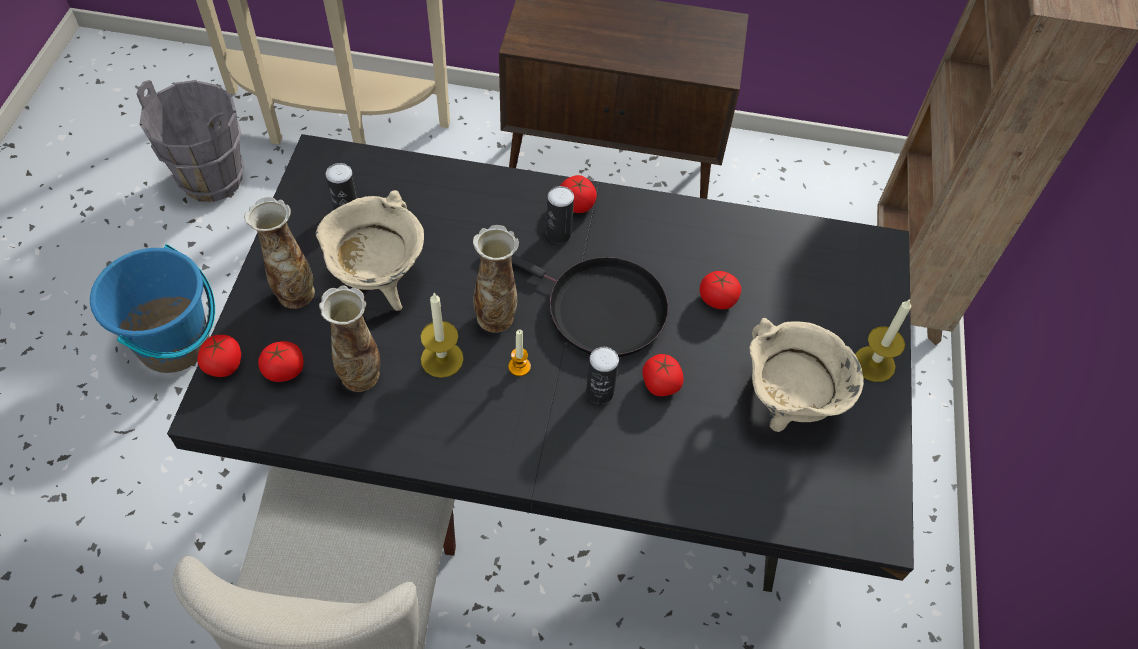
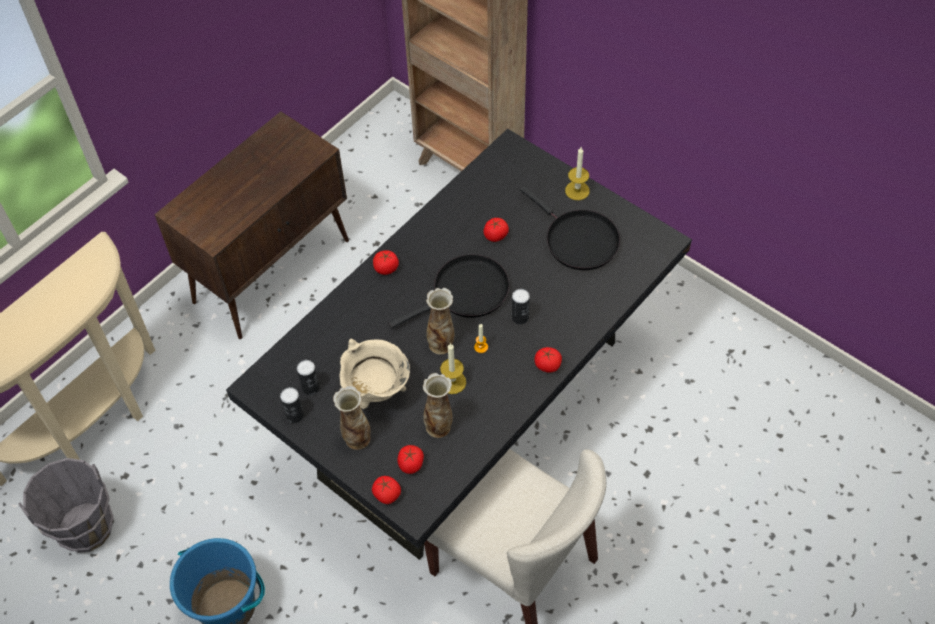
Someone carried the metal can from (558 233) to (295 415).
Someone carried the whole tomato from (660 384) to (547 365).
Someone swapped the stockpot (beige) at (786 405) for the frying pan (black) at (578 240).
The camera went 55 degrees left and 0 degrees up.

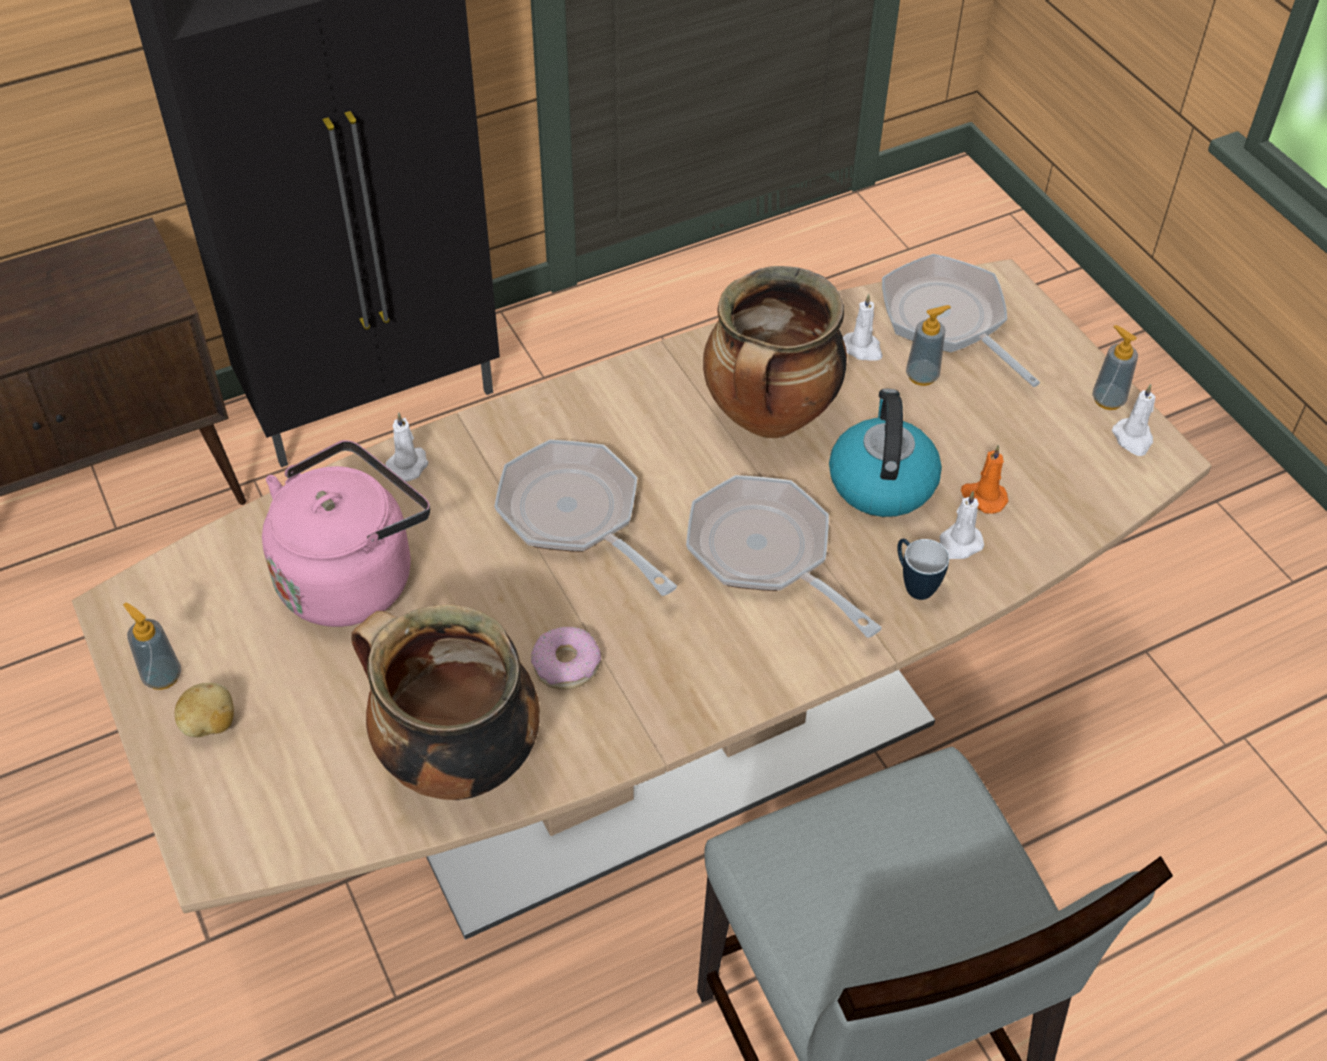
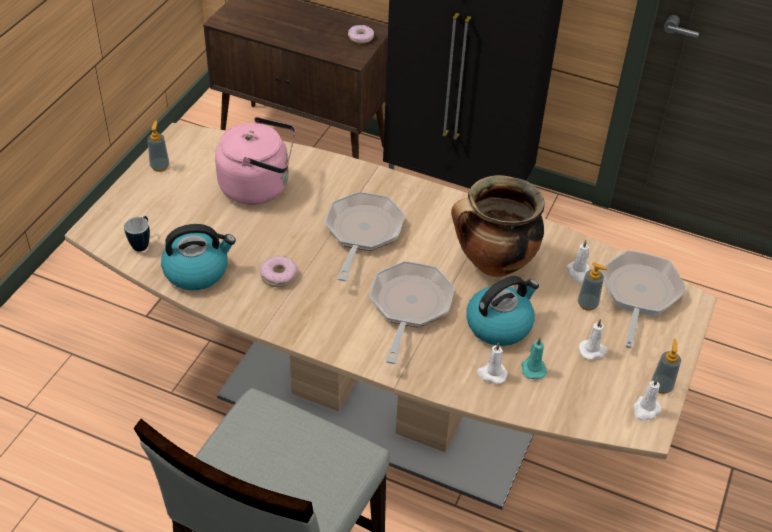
Someone took away the potato at (210 725).
Someone put down the donut at (360 38).
Someone carried the wax light (whitish) from (408 465) to (593 351).
Someone carried the coffee mug from (913 584) to (142 243).
Someone swapped the stockpot at (456 762) for the tea kettle at (197 271).
Someone repainted the wax light (orange) at (983 497), which became the wax light (blue-green) at (533 368).
The camera went 50 degrees right and 5 degrees down.

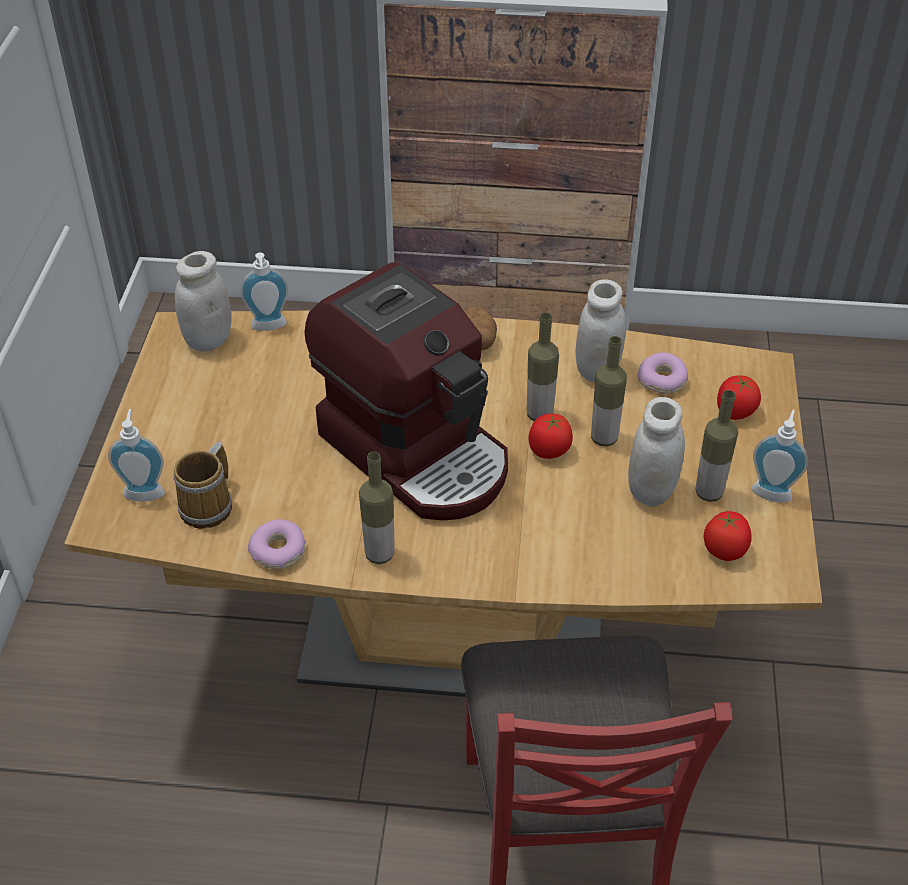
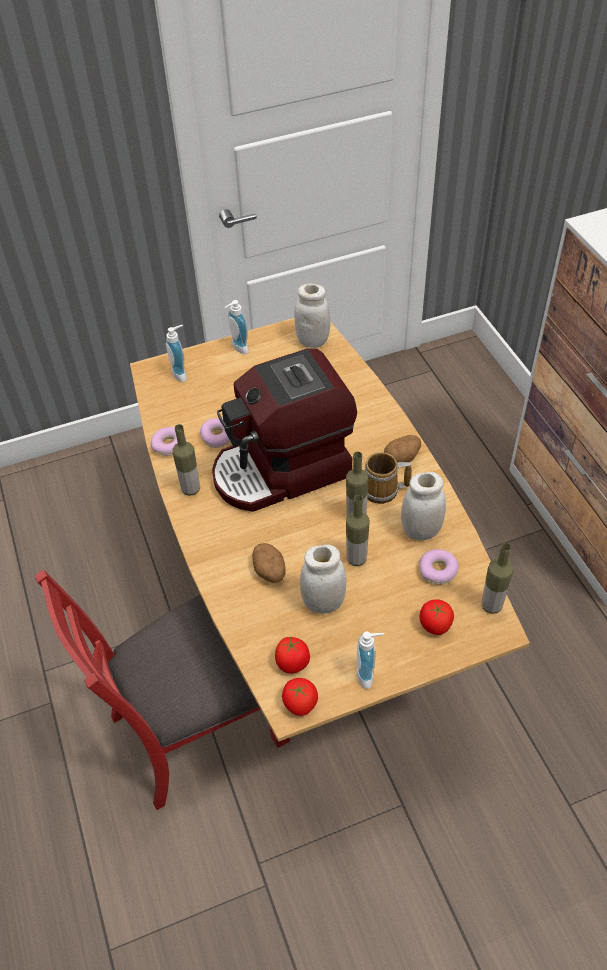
Someone put down the donut at (217 436).
Someone put down the potato at (270 572).
Someone carried the coffee mug from (209 506) to (383 490).
Someone carried the soap dispenser from (269 327) to (237 348).
Someone carried the whole tomato from (549 451) to (300 704).
Someone carried the bottle from (709 493) to (491 605).
Someone rotated the coffee maker at (417 451) by 45 degrees clockwise.
The camera went 65 degrees right and 5 degrees up.

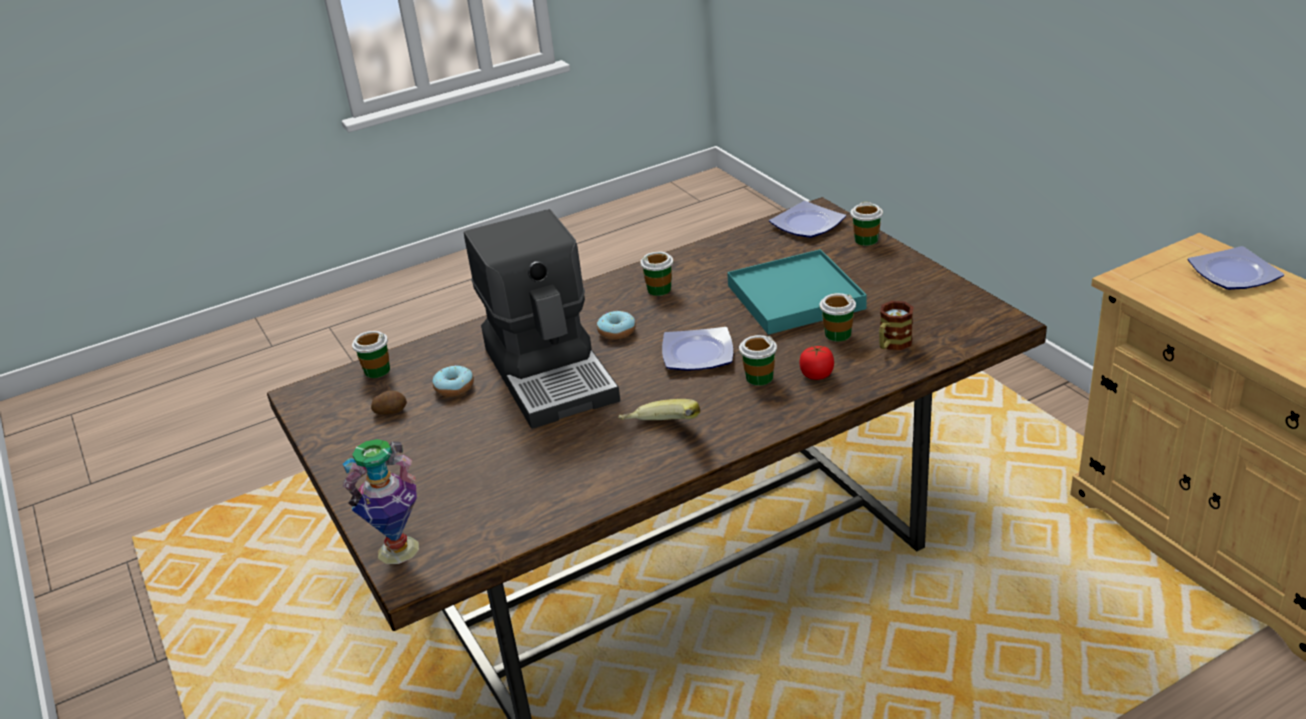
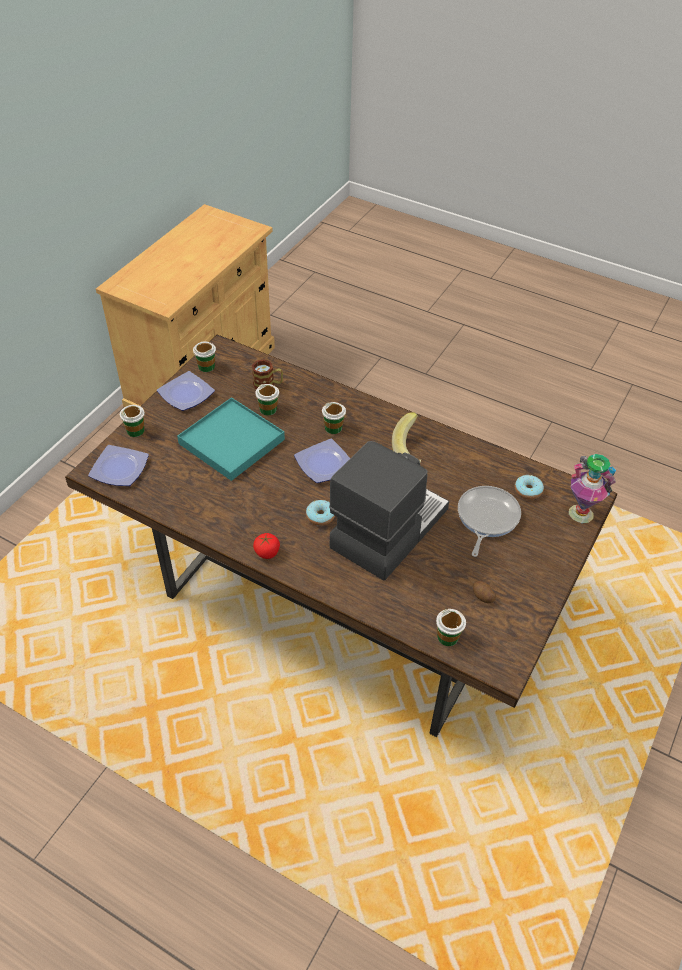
Someone put down the frying pan at (486 518).
Someone carried the donut from (454 388) to (528 491).
Someone carried the small cup from (659 289) to (206 366).
Someone carried the whole tomato from (817 375) to (267 552).
Someone carried the flat dish from (1233 275) to (187 394).
The camera went 125 degrees left and 15 degrees up.

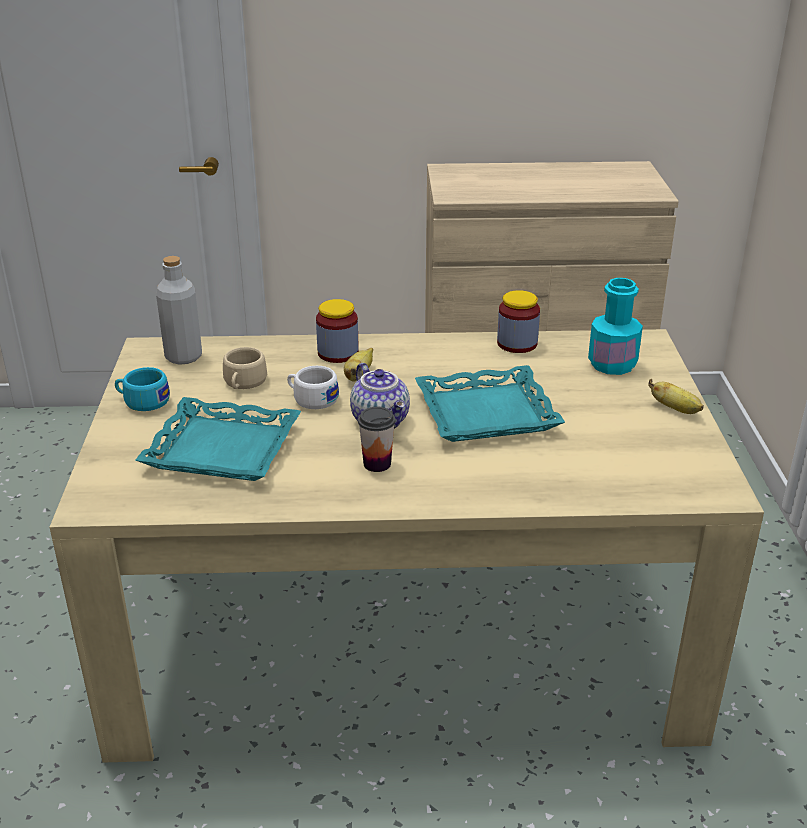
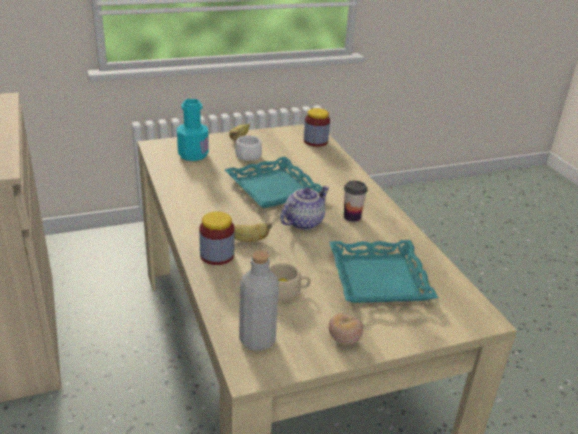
Someone carried the small cup (whitish) from (311 399) to (247 157).
Someone carried the storage jar from (517 344) to (315 141).
Someone swapped the small cup (blue-green) at (142 401) for the whole tomato at (344 340).
The camera went 110 degrees left and 0 degrees up.

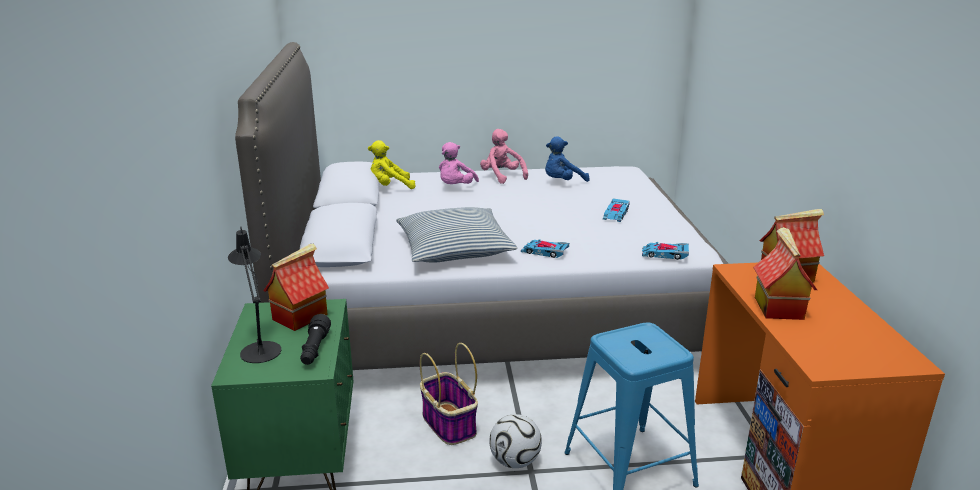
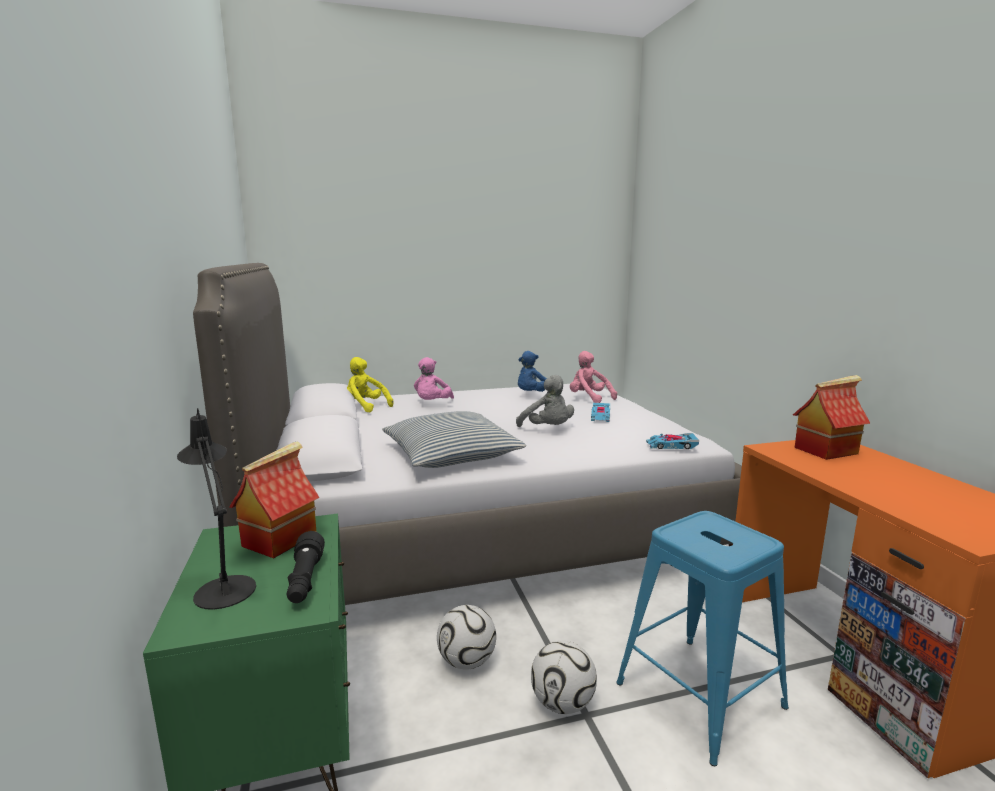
Someone took away the toy car at (544 252).
Someone took away the miniature house at (777 307).
Someone put down the soft toy (grey) at (548 429).
Someone carried the soft toy (pink) from (502 176) to (589 398).
Someone swapped the basket at (448 423) for the football ball at (466 661).
Someone rotated the soft toy (yellowish) at (389 187) by 60 degrees clockwise.
The camera went 10 degrees left and 10 degrees down.

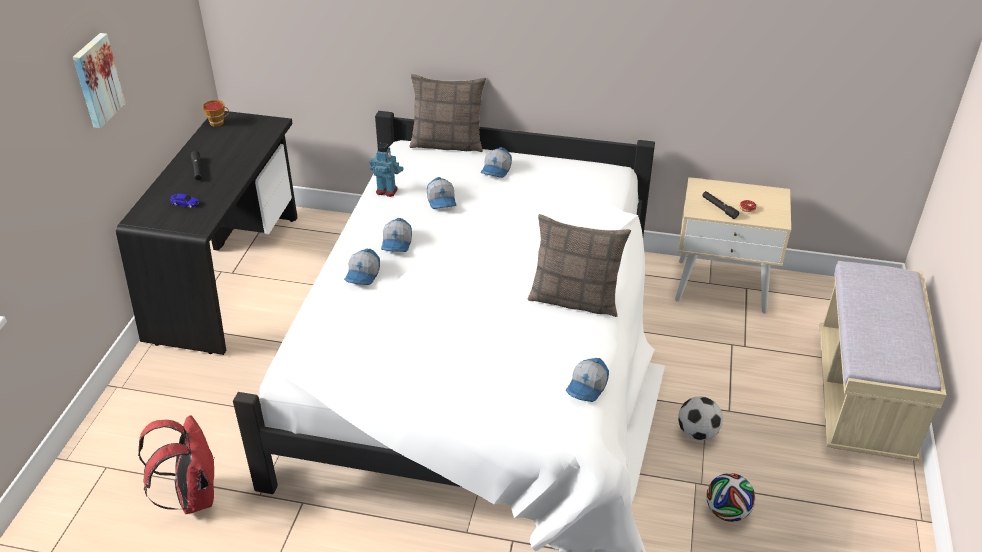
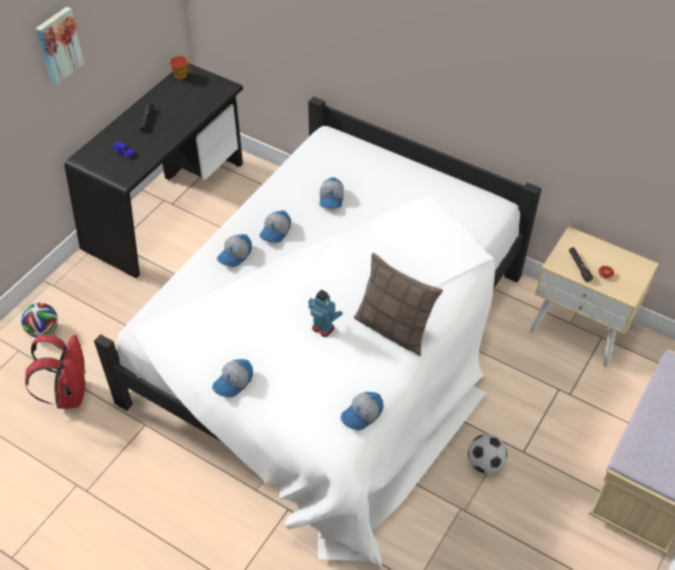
Someone took away the cushion at (447 143).
Someone carried the robot figure from (387 190) to (323 328).
Someone carried the peaked cap from (497 170) to (234 382).
Someone carried the football ball from (727 511) to (43 330).
The camera went 20 degrees right and 10 degrees up.

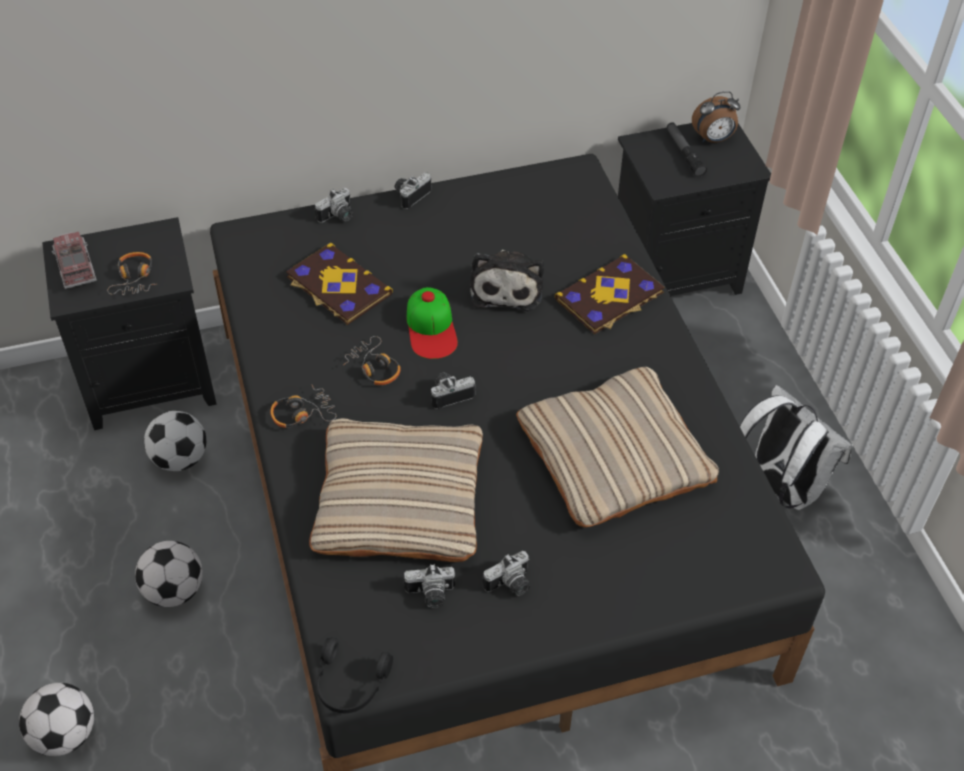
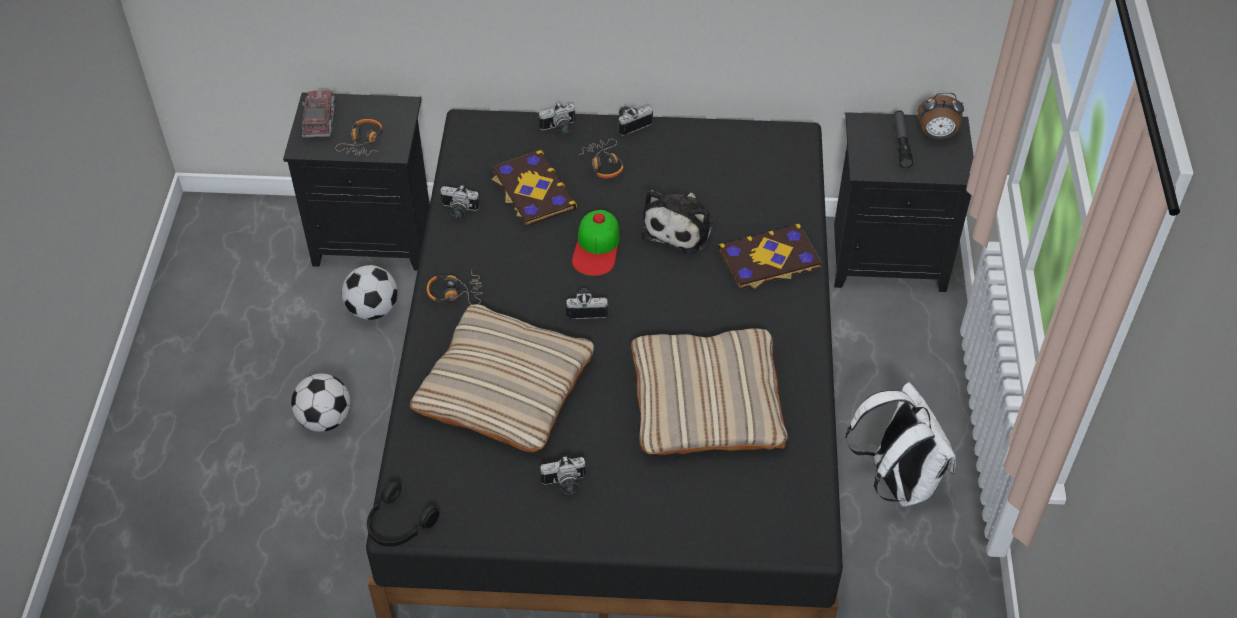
Someone took away the football ball at (65 734).
Someone carried the headset from (374 367) to (603 163).
Someone carried the still camera from (430 595) to (458 210).
The camera went 20 degrees right and 0 degrees up.

